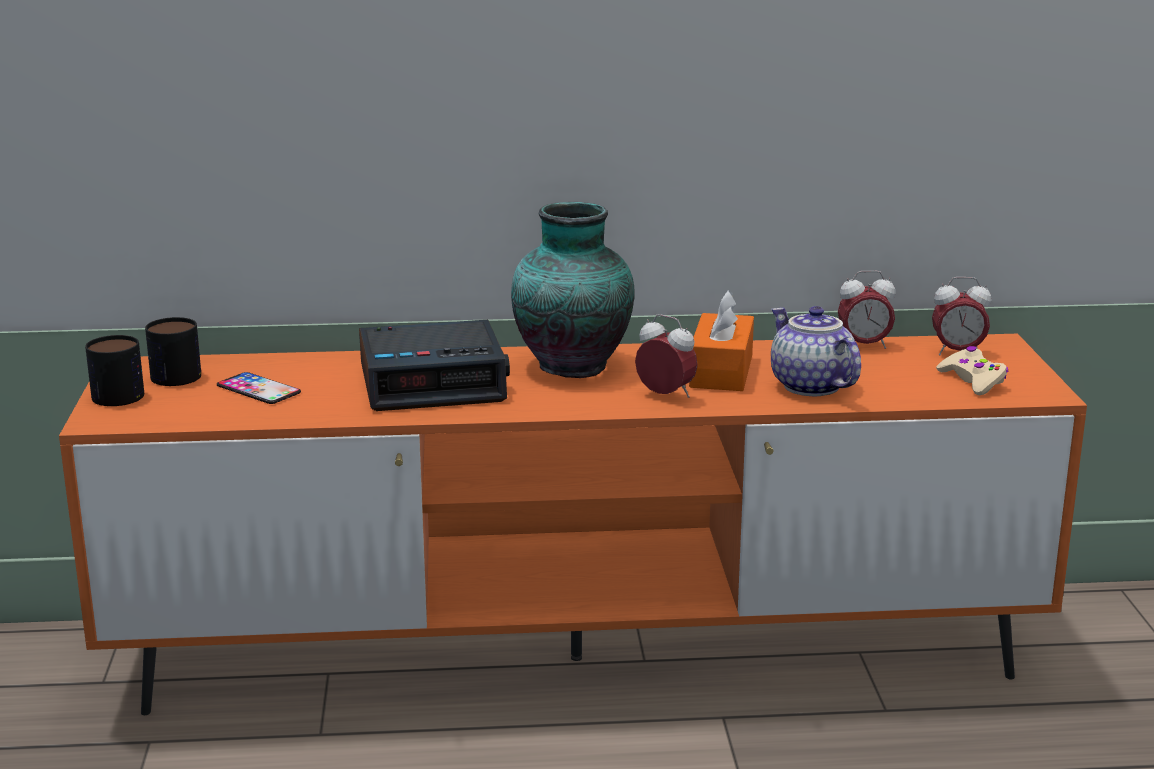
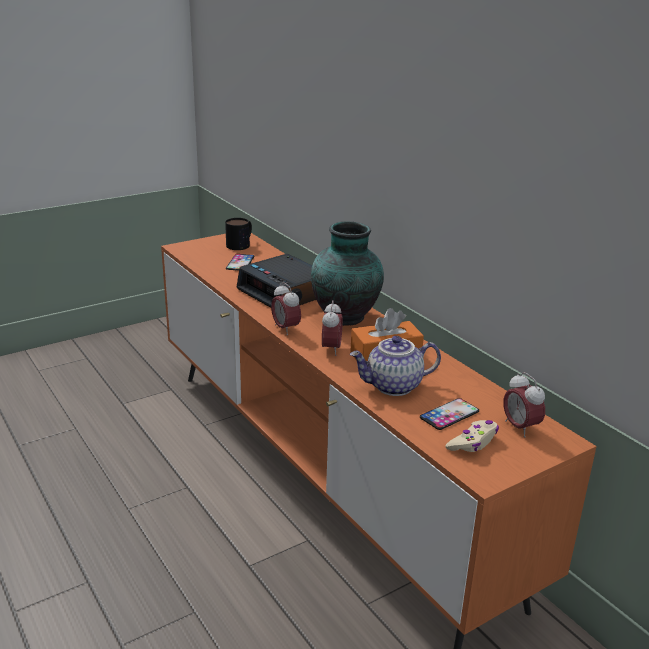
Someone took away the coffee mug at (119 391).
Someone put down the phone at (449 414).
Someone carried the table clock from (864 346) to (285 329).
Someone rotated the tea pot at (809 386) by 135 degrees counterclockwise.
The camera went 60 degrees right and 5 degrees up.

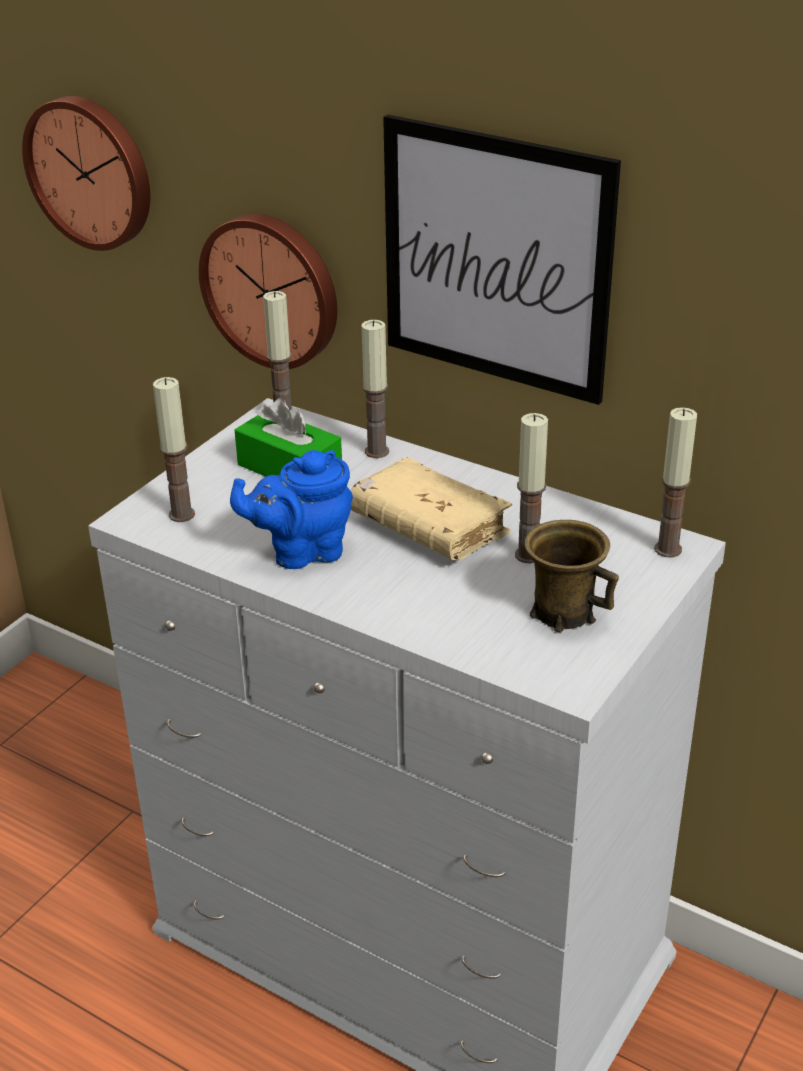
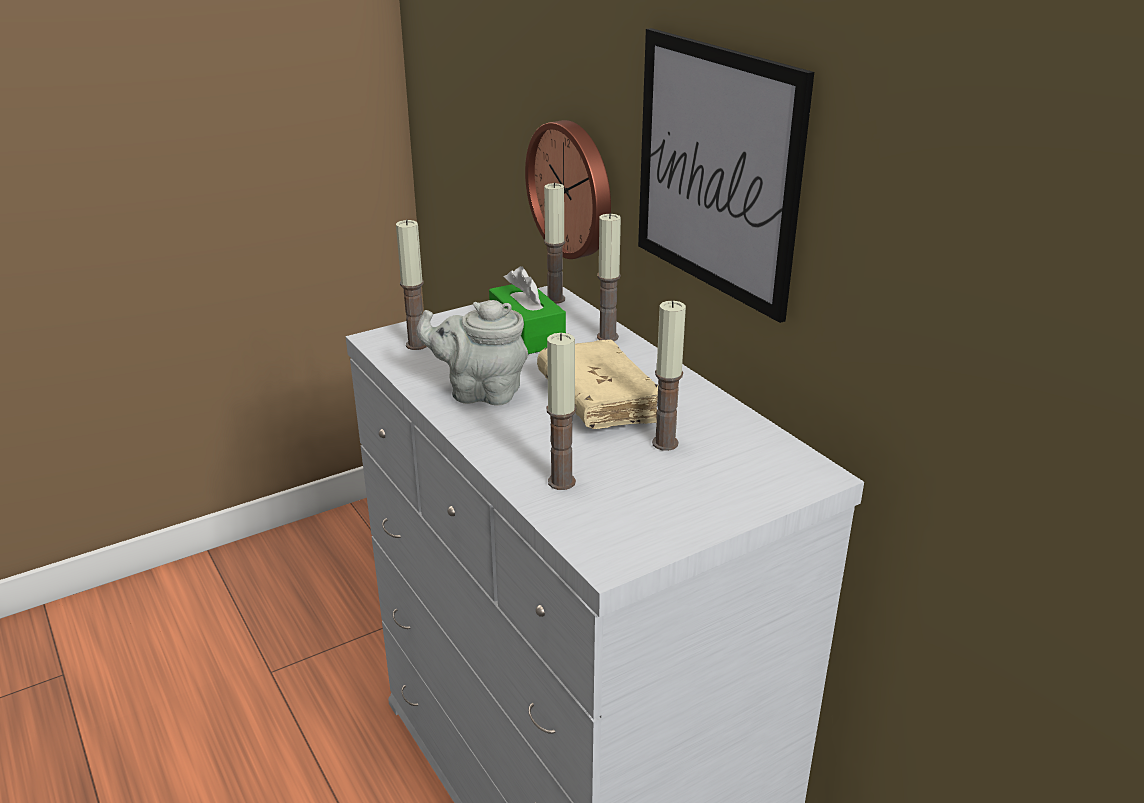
Someone took away the clock on the wall at (92 171).
Someone took away the coffee mug (brown-coloured) at (564 611).
Someone carried the wax light from (668 549) to (561 482).
Someone repainted the tea pot (blue-coloured) at (302 551), which became the tea pot (grey) at (480 392).
The camera went 25 degrees right and 5 degrees down.

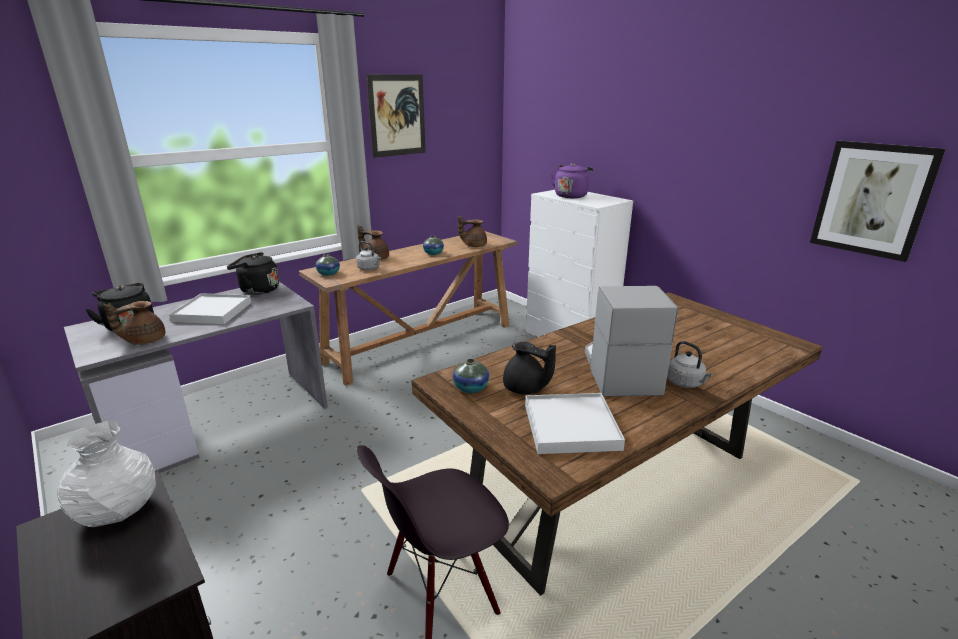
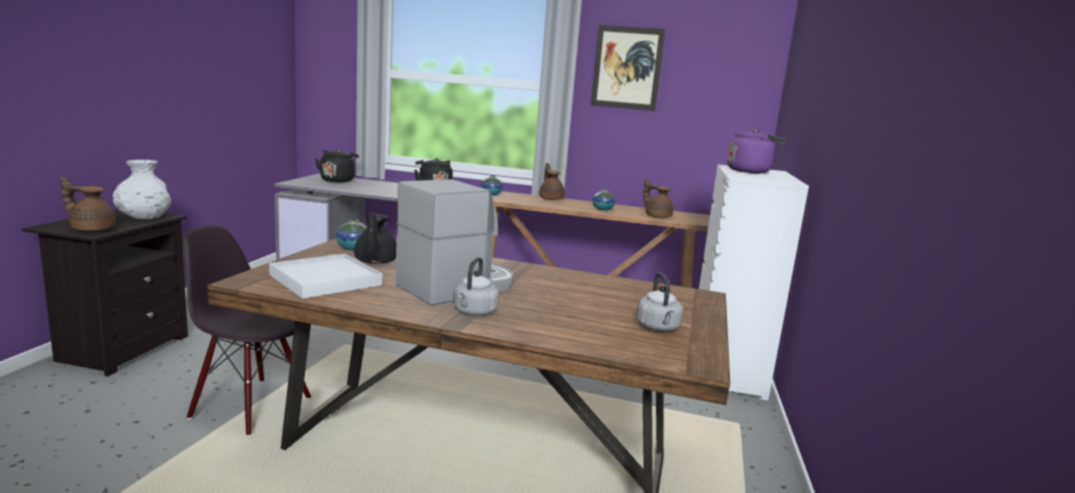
Someone took away the carrying tray (whitish) at (213 312).
Someone took away the wall picture at (872 199).
Someone carried the tea pot (brown-coloured) from (144 340) to (92 229).
Someone carried the tea kettle (grey) from (369 268) to (658 328).
The camera went 50 degrees right and 10 degrees down.

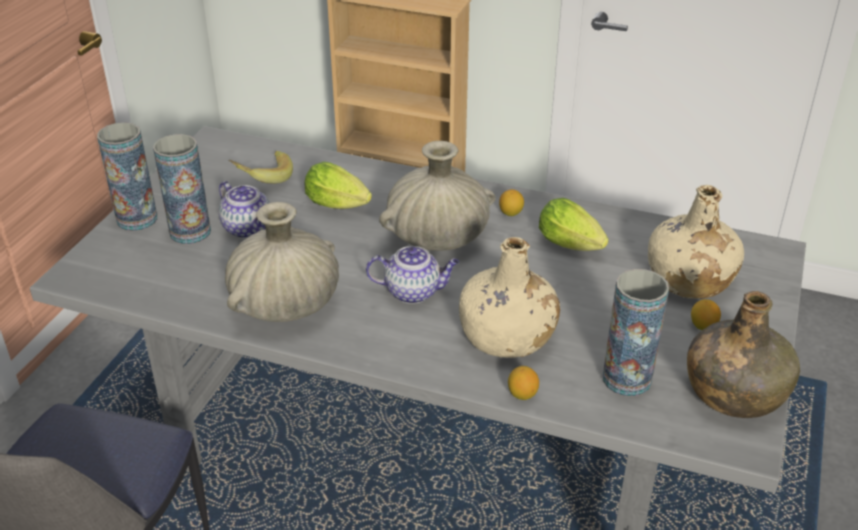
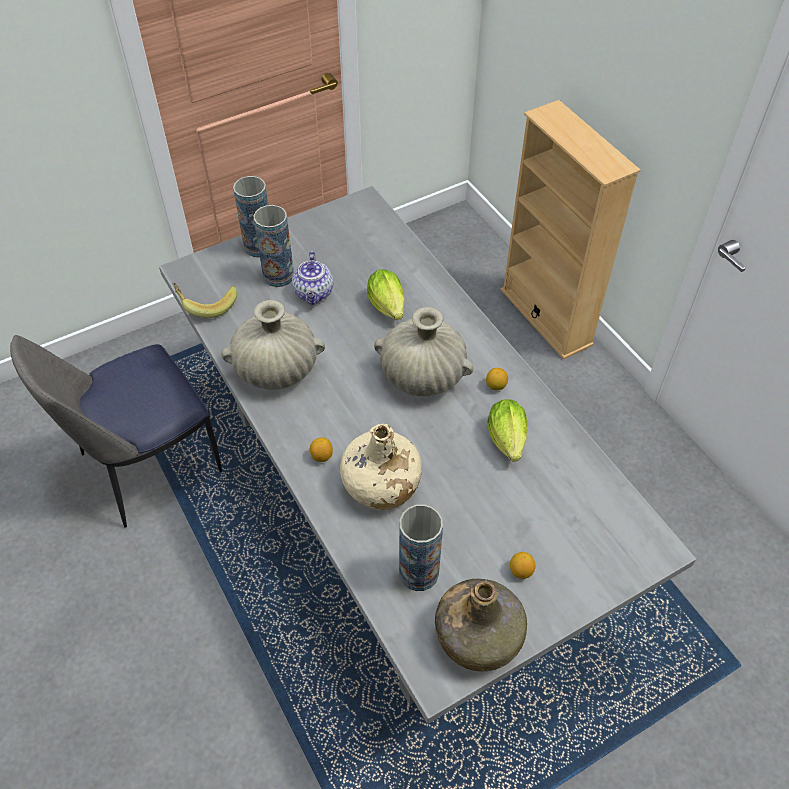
Someone took away the tea pot at (414 291).
Someone took away the bottle (beige) at (688 279).
Someone carried the whole banana from (262 178) to (206 304).
Someone carried the lemon from (522 394) to (321 456).
The camera went 40 degrees right and 15 degrees up.

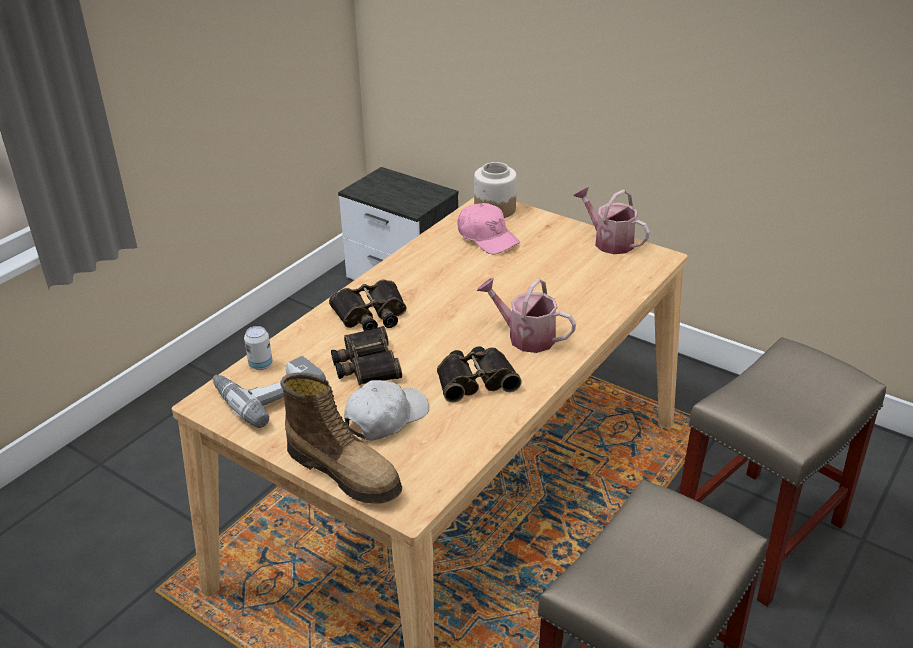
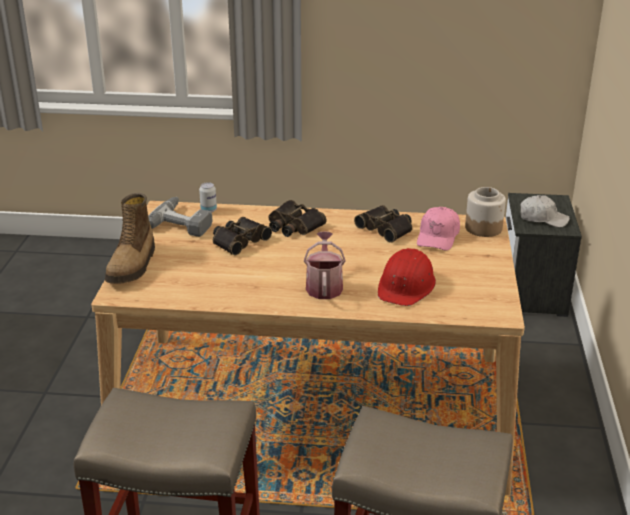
Someone took away the watering pot at (609 241).
Someone put down the safety helmet (red-coloured) at (406 285).
Someone carried the peaked cap (whitish) from (385 417) to (543 218).
Someone carried the field glasses from (475 379) to (387 228).
The camera went 60 degrees right and 5 degrees down.

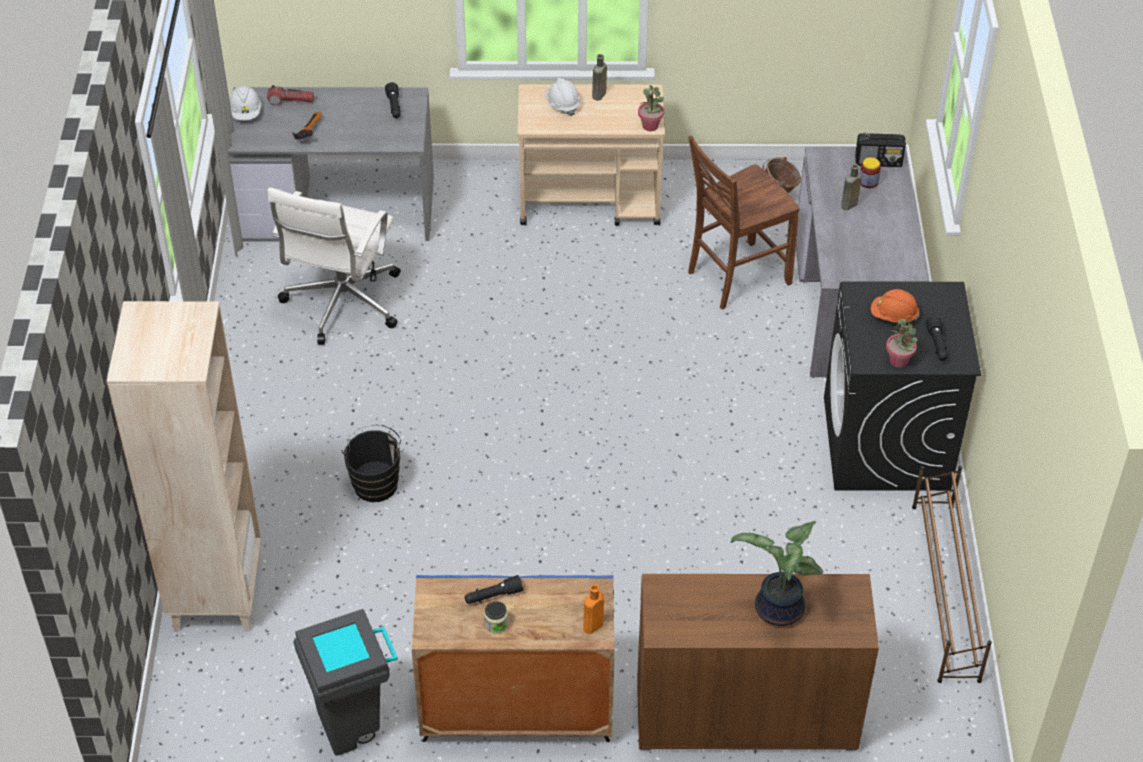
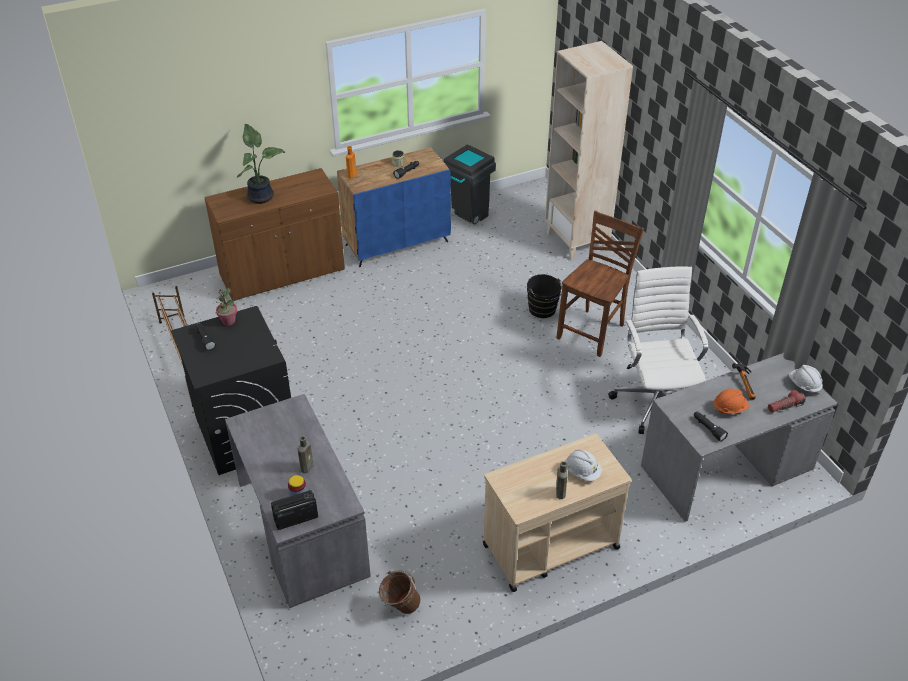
Someone took away the houseplant at (650 126).
Someone carried the chair (brown-coloured) from (736 277) to (593 332).
Someone carried the safety helmet (orange) from (893 316) to (729 408).
The camera went 155 degrees right and 5 degrees down.

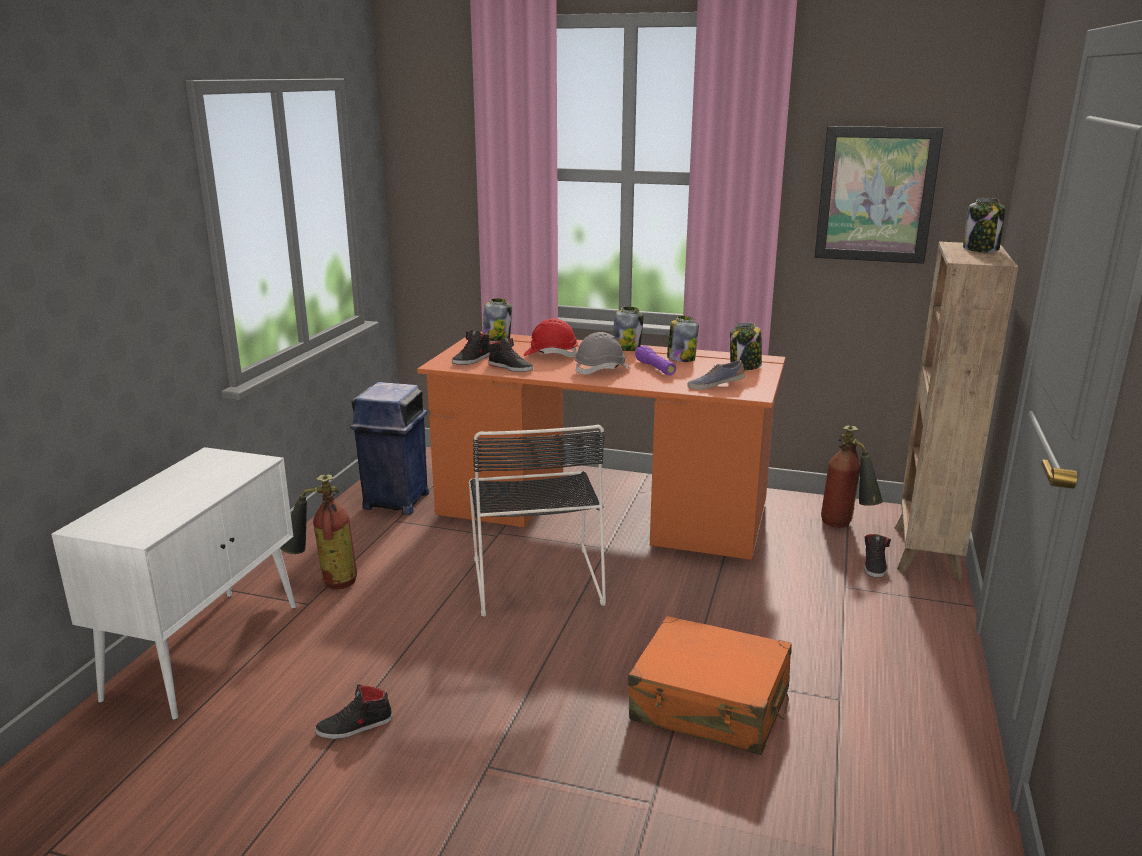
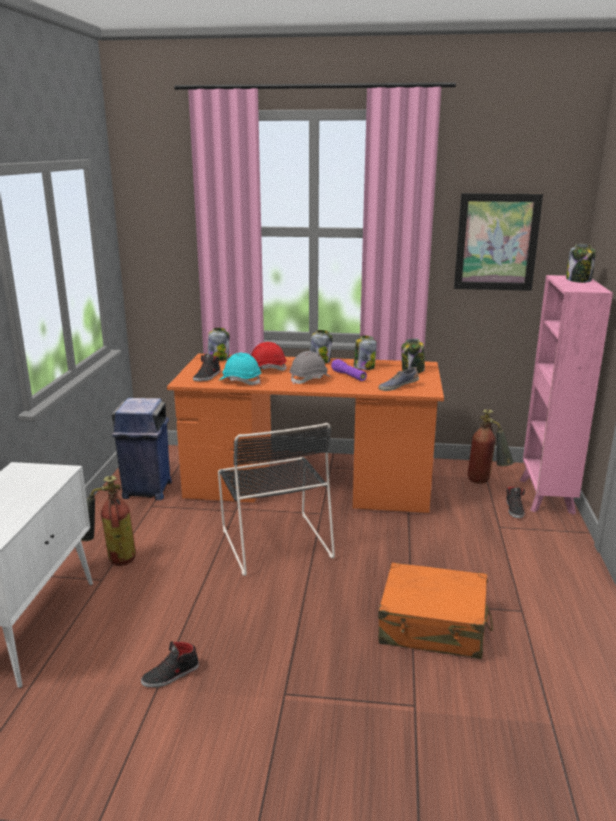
Someone swapped the item of footwear (black) at (511 367) for the safety helmet (blue-green) at (240 381).
Someone repainted the shelving unit (brown-coloured) at (926 553), which became the shelving unit (pink) at (546 497).
The camera went 10 degrees left and 0 degrees up.

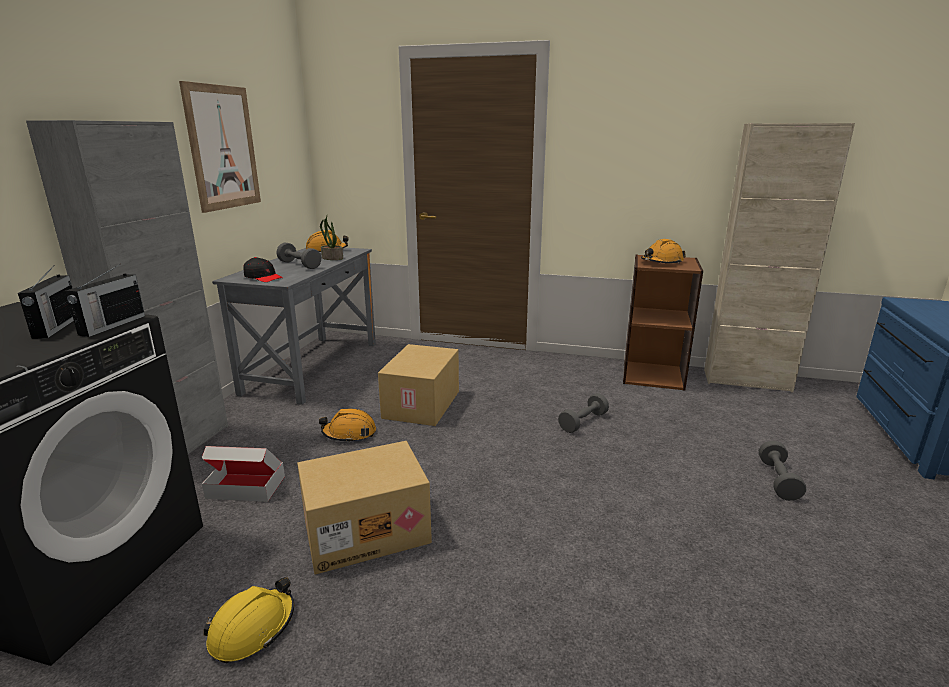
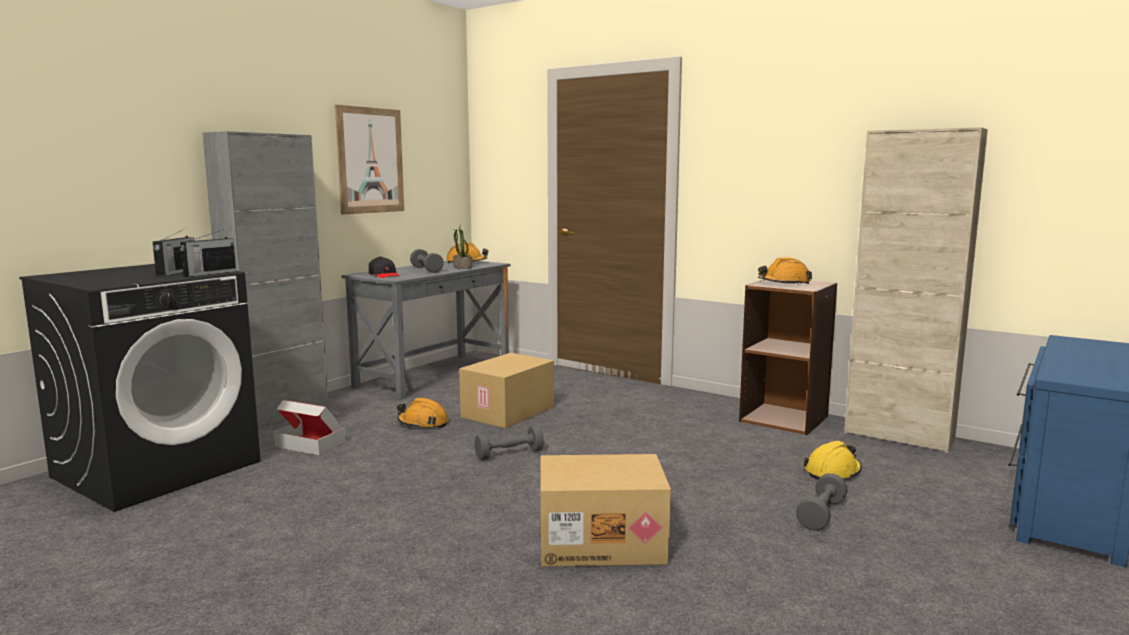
Someone carried the safety helmet (yellowish) from (252 629) to (833 472).
Someone carried the packing box from (367 530) to (602 542).
Someone carried the dumbbell (grey) from (583 422) to (509 454).
The camera went 20 degrees right and 10 degrees down.

